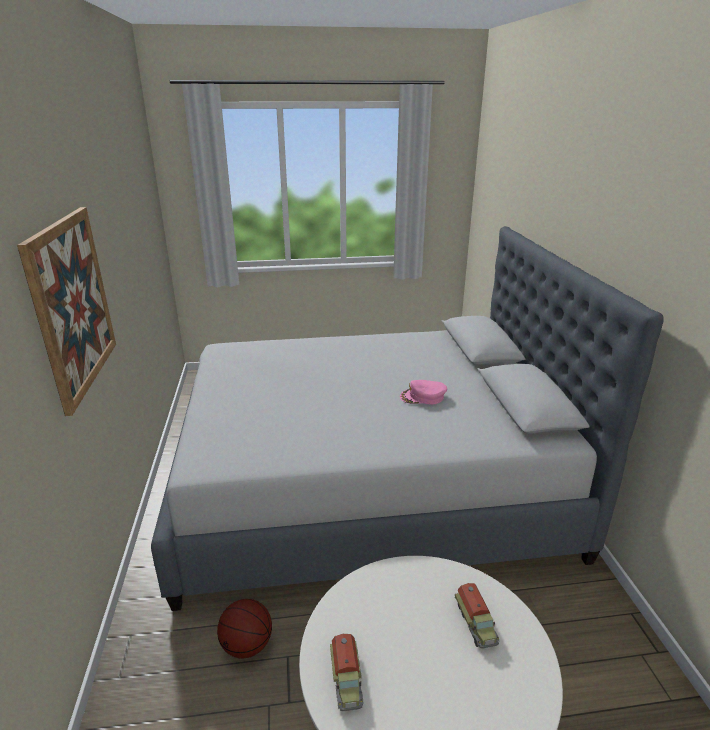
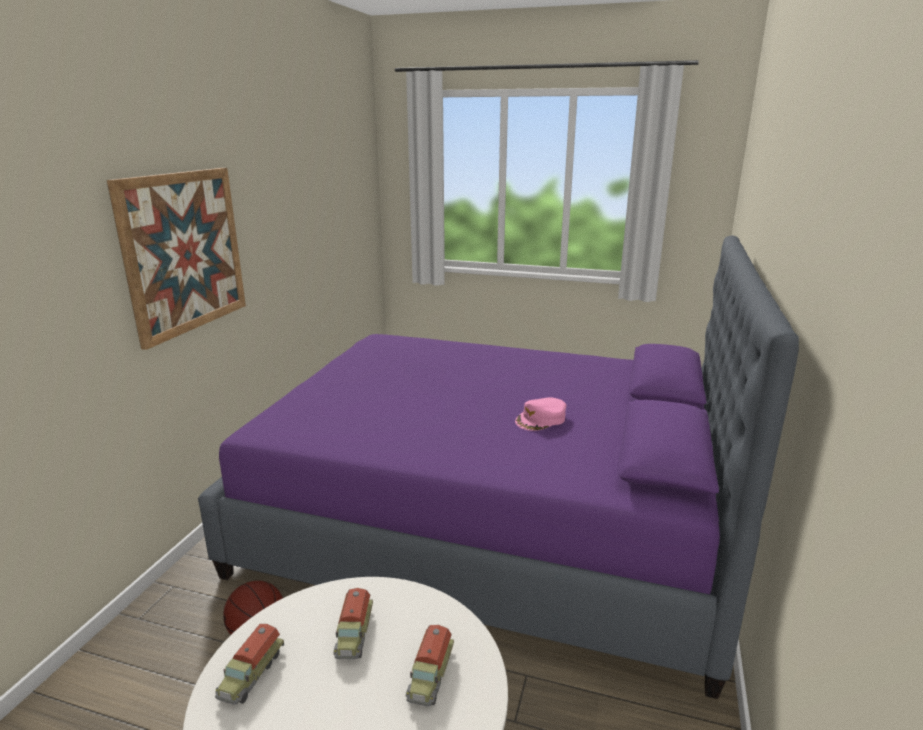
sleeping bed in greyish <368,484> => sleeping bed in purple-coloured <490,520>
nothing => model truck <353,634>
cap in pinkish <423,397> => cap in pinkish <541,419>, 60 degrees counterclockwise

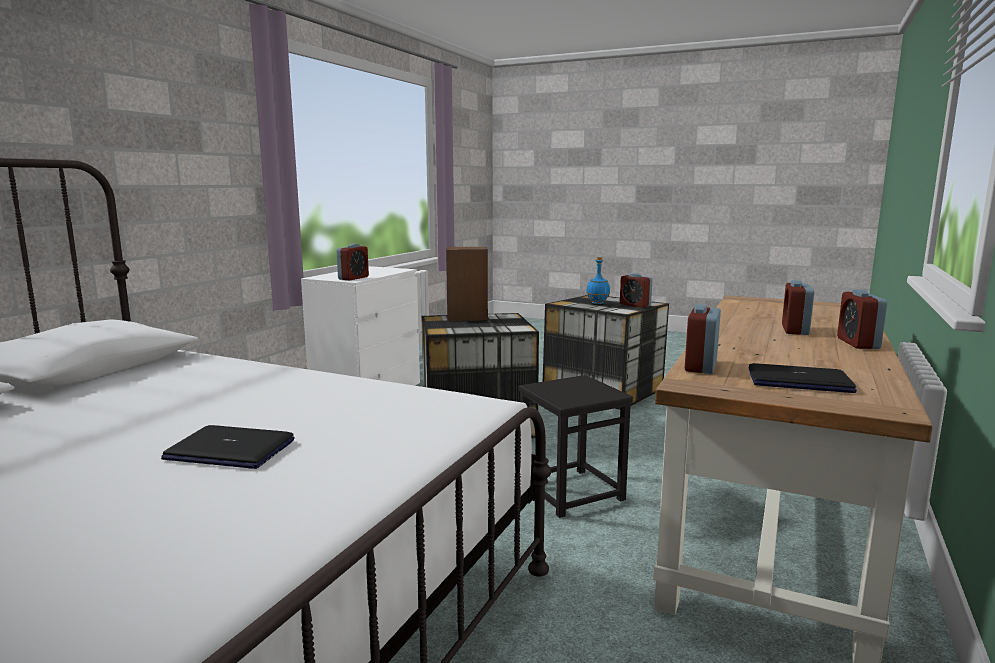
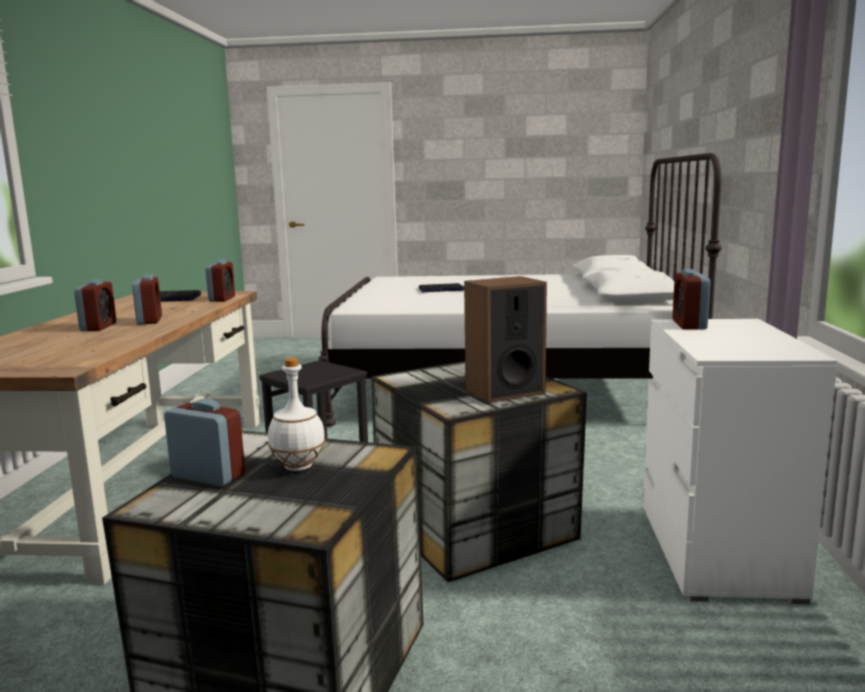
bedside clock <858,343> => bedside clock <149,320>, moved
drink bottle in blue <598,303> => drink bottle in white-coloured <297,467>

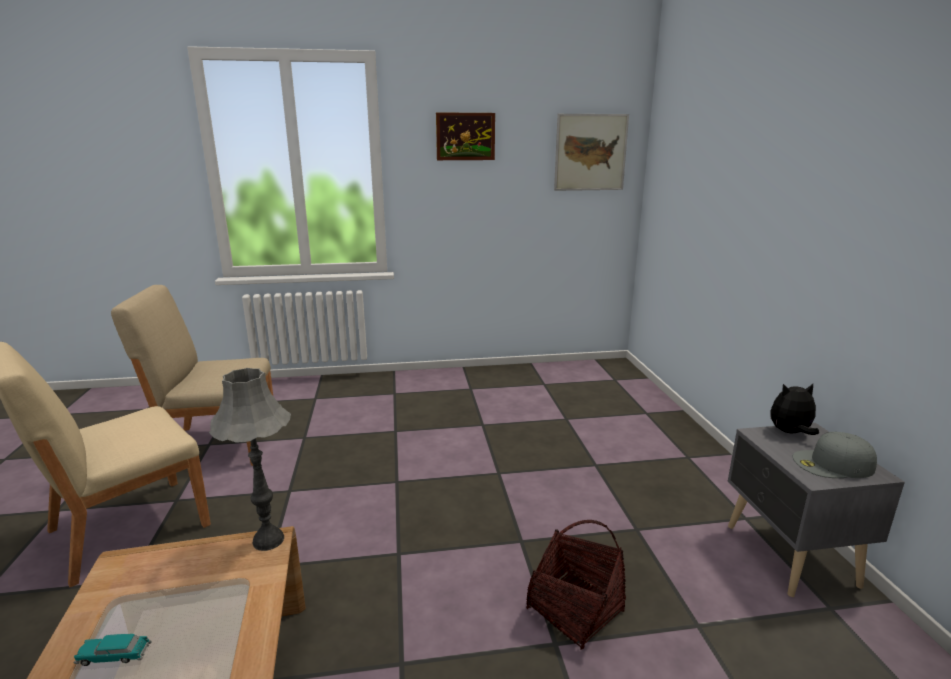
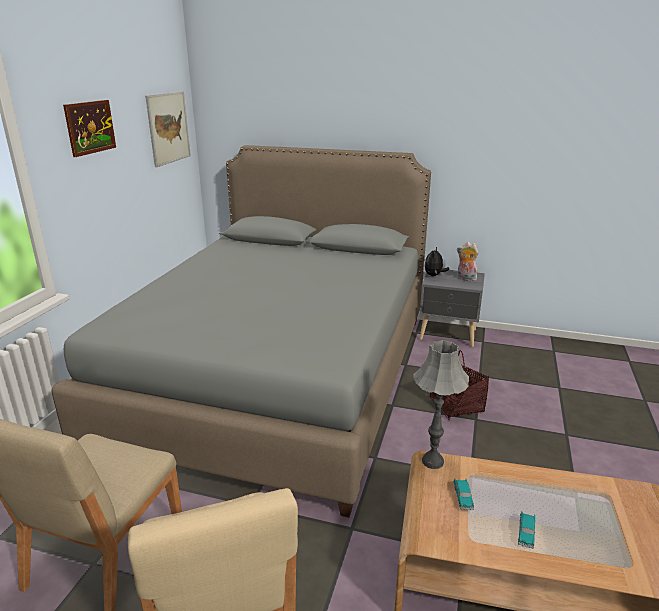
nothing => sleeping bed in greyish <279,375>
nothing => toy car <463,497>
cap in greyish <833,464> => soft toy <465,279>

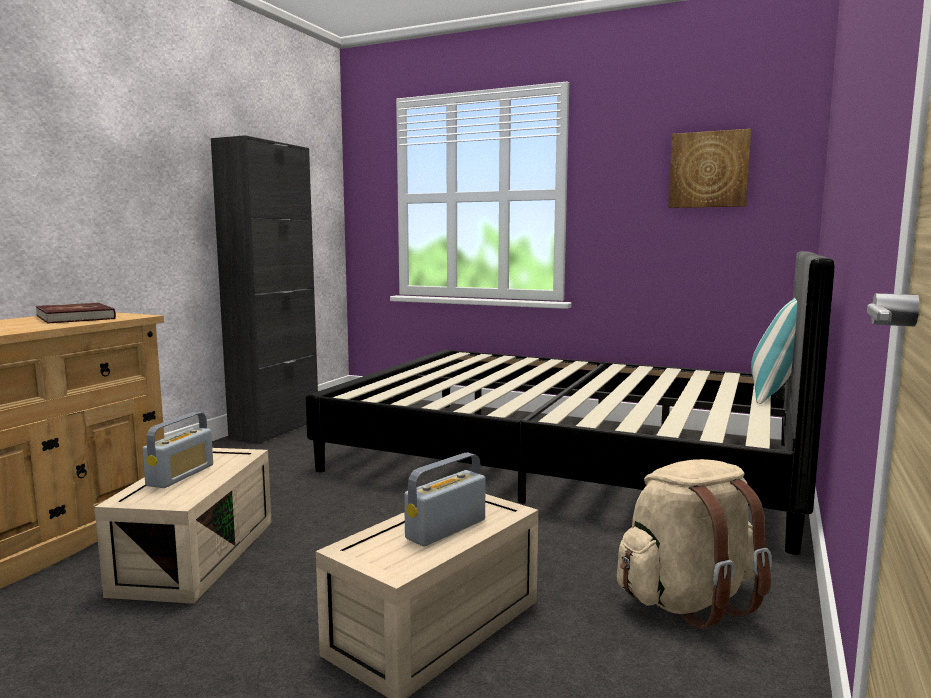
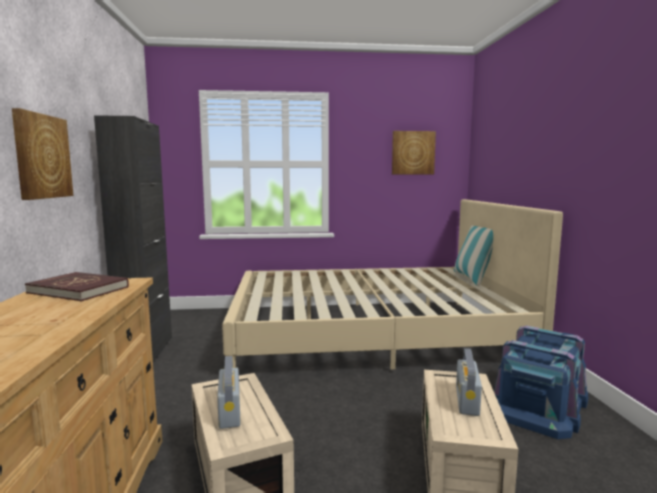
nothing => picture <41,156>
sleeping bed in blackish <568,458> => sleeping bed in beige <371,333>
backpack in beige <689,601> => storage box in blue <539,404>

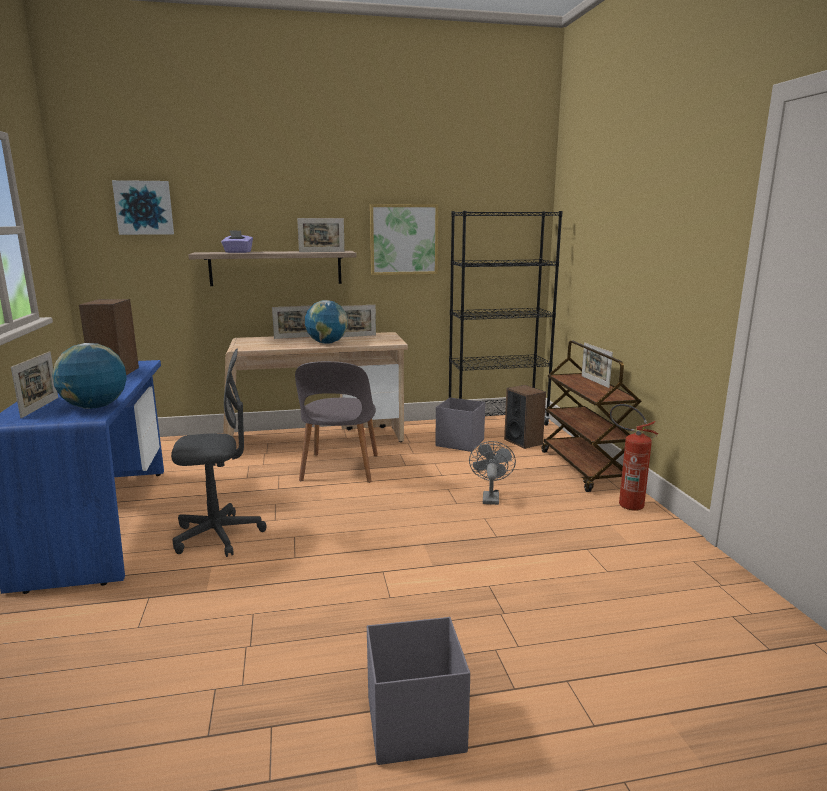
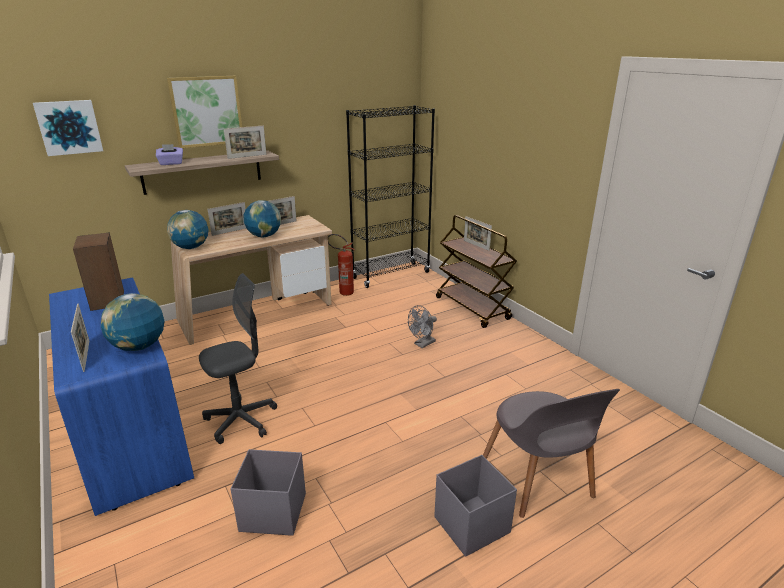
picture <403,239> => picture <207,111>, moved
nothing => desk globe <191,247>
storage box in greyish <459,443> => storage box in greyish <272,512>, moved
extinguisher <624,504> => extinguisher <343,292>, moved
electric fan in greyish <490,497> => electric fan in greyish <422,344>, 120 degrees counterclockwise
chair in greyish <339,469> => chair in greyish <538,480>, moved
loudspeaker <523,441> => nothing

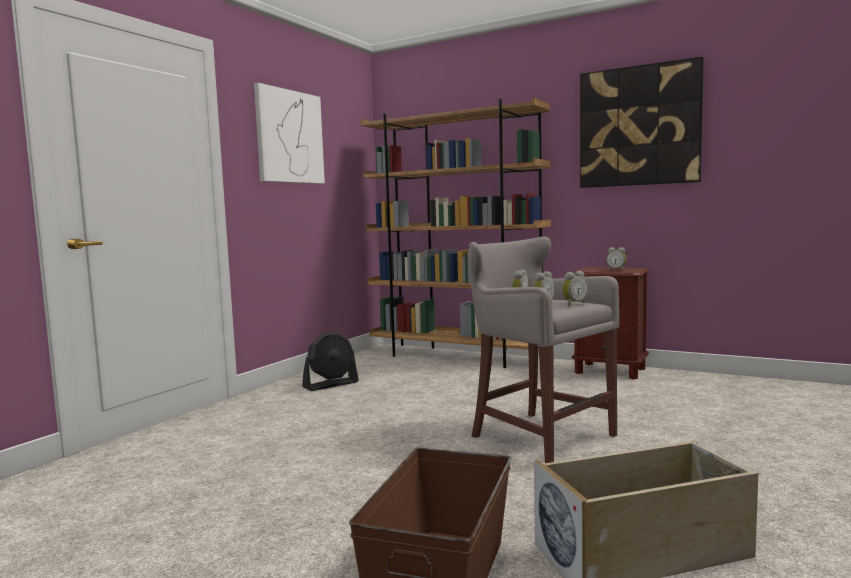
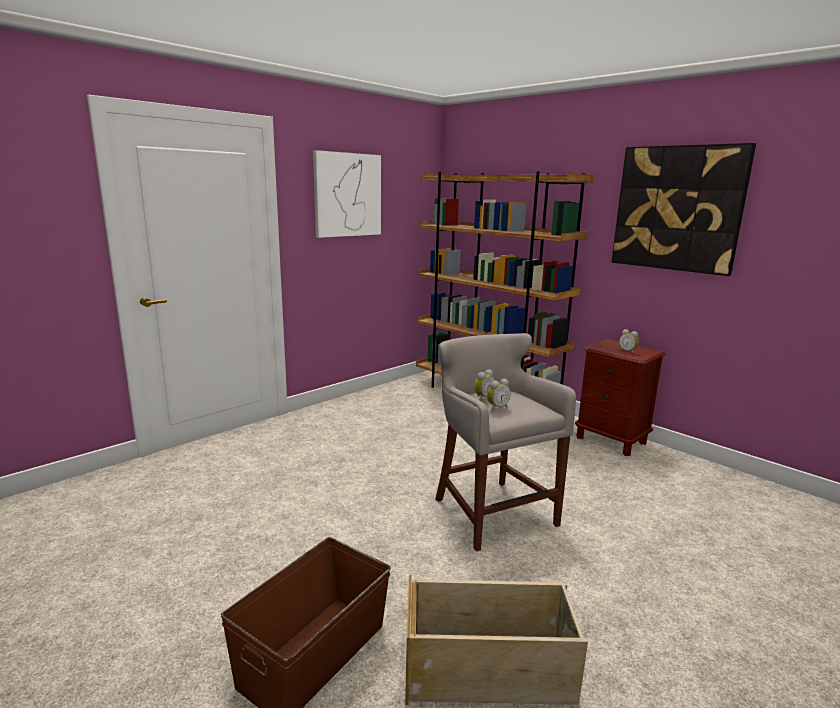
electric fan in blackish <331,384> => nothing
bedside clock <573,304> => nothing

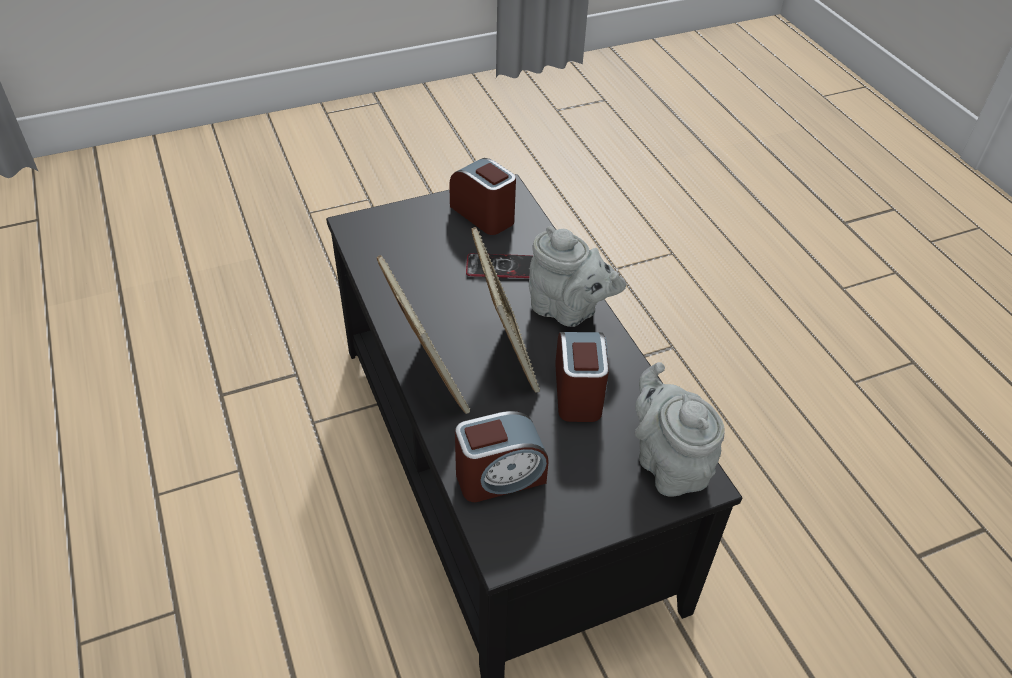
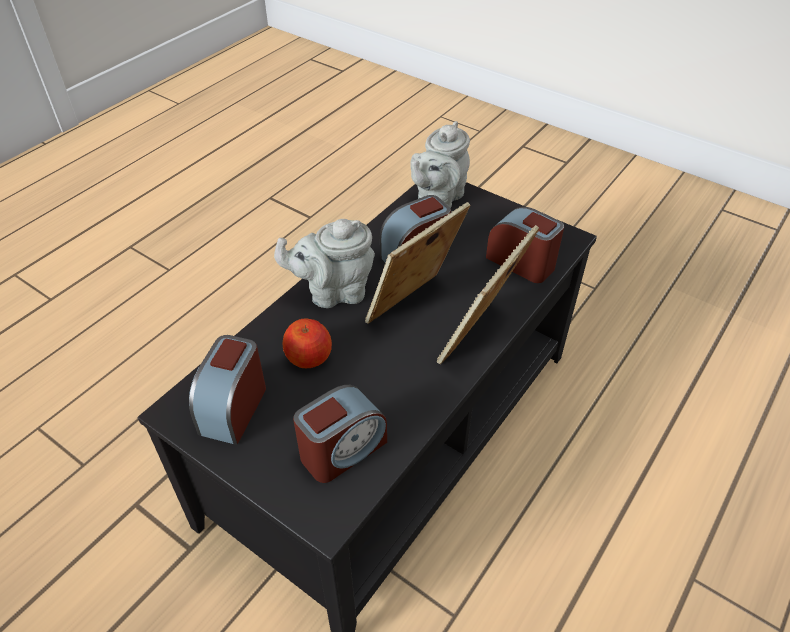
tea pot in greyish <568,310> => tea pot in greyish <333,292>, 105 degrees counterclockwise
telephone <500,267> => apple <309,357>
nothing => bedside clock <342,450>

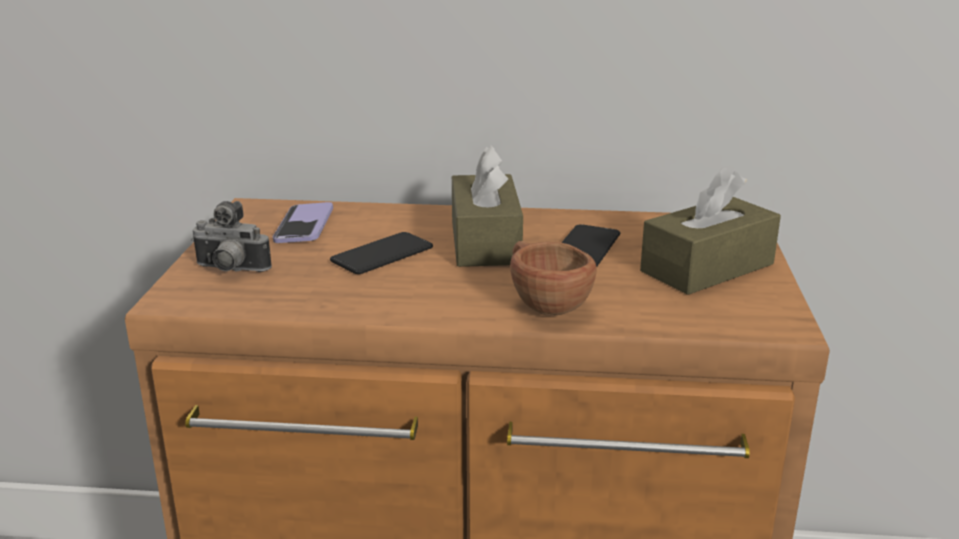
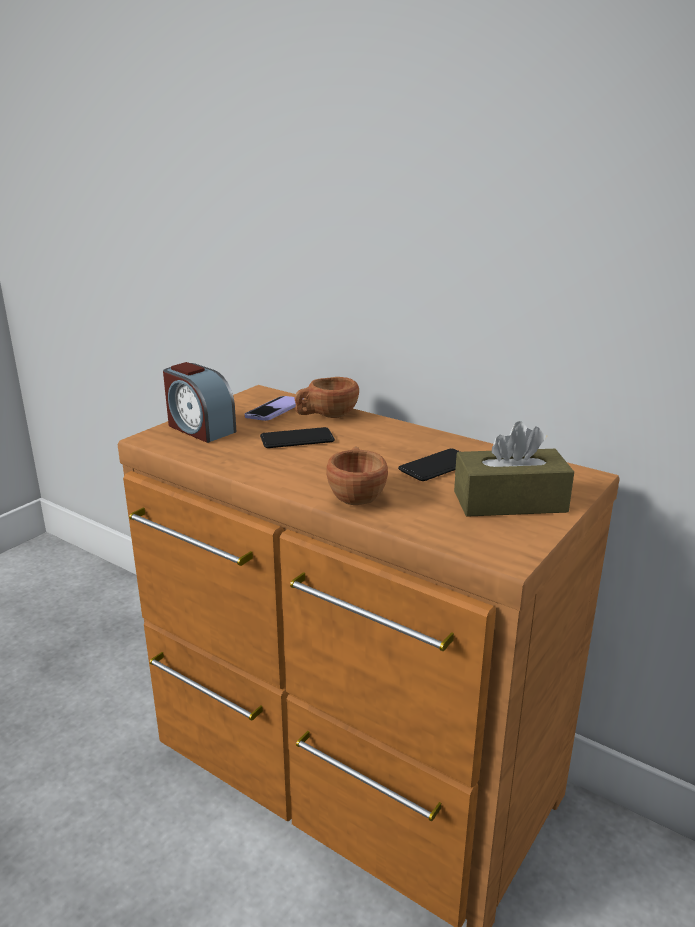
photo camera <230,270> => bedside clock <200,428>
nothing => drinking cup in brown-coloured <326,416>
tissue box in brown-coloured <485,242> => nothing

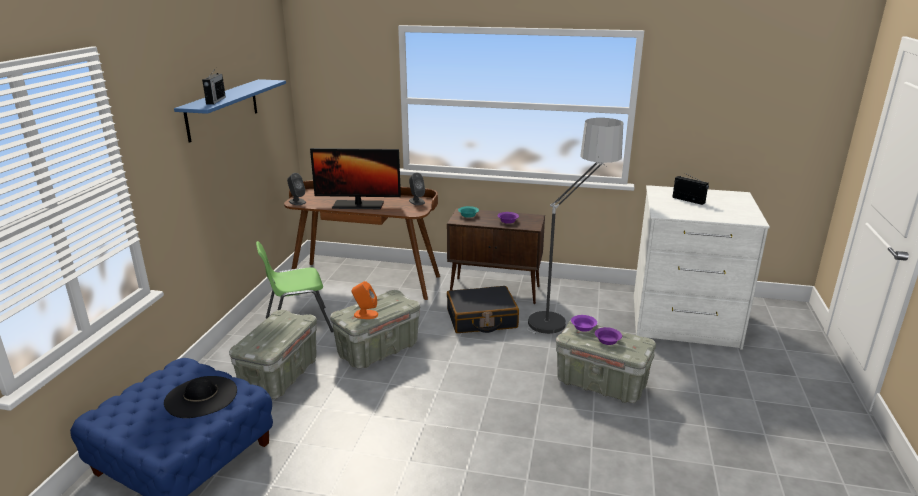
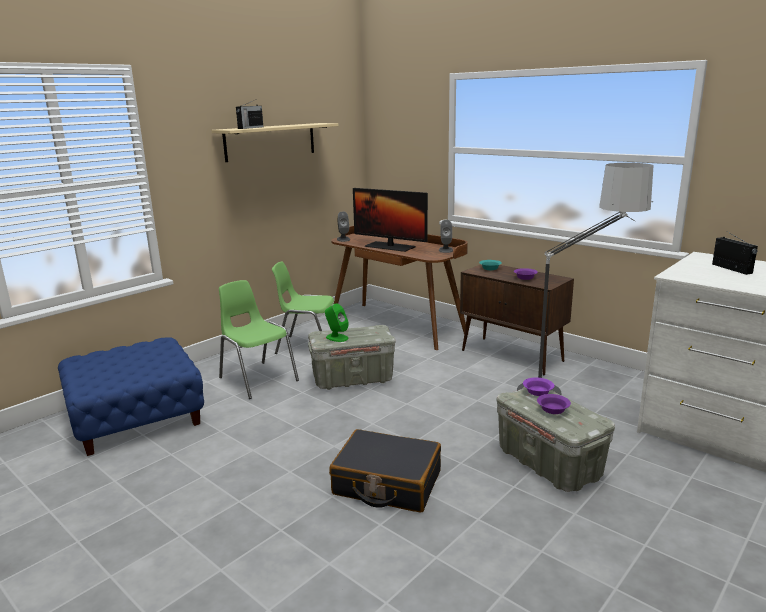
shelf in blue <222,109> => shelf in beige <270,141>
storage box in greyish <280,375> => chair in greenish <257,379>
loudspeaker in orange <365,314> => loudspeaker in greenish <336,337>
piece of luggage in blackish <481,319> => piece of luggage in blackish <387,483>, moved
clothing hat in blackish <201,396> => nothing

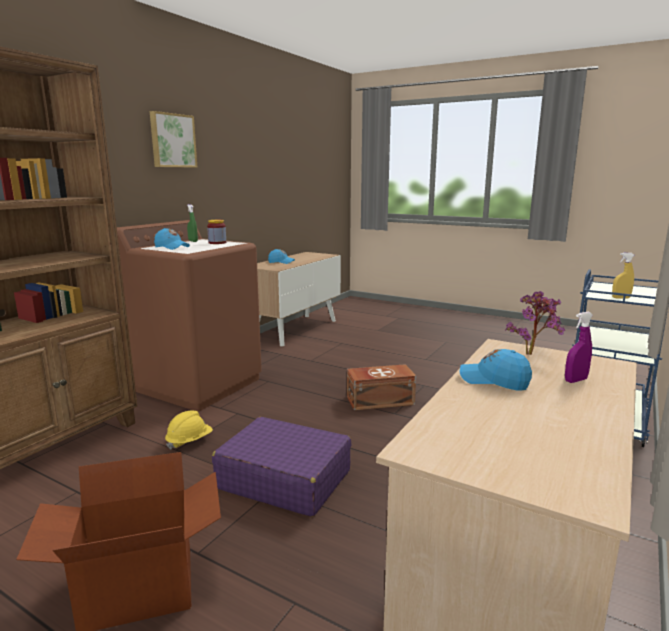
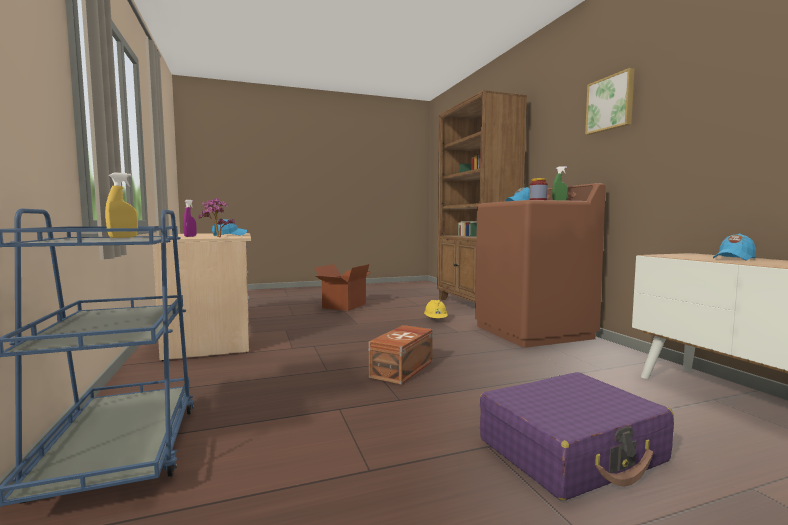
piece of luggage in purple-coloured <284,479> => piece of luggage in purple-coloured <571,451>, moved

